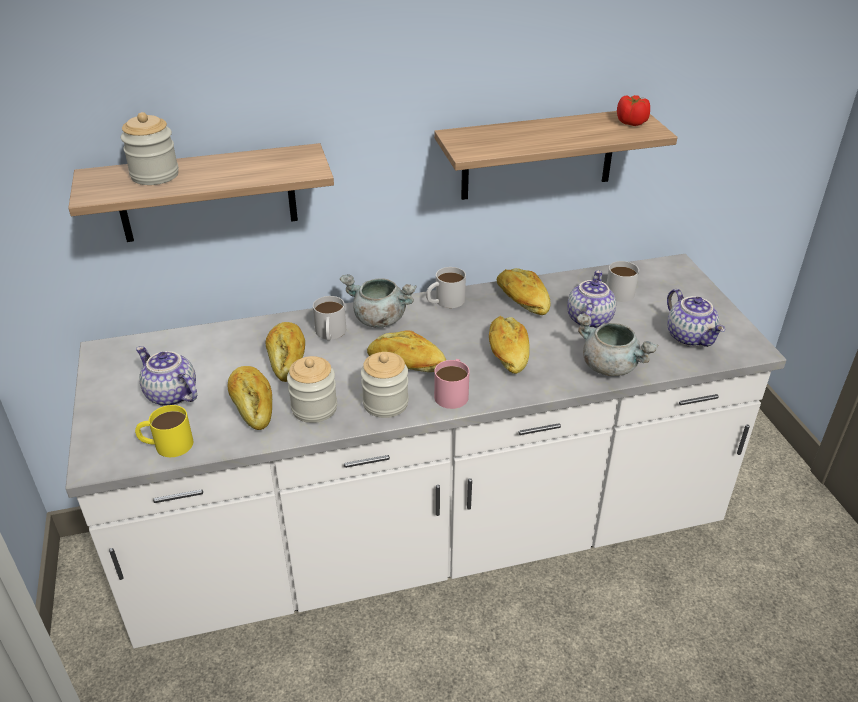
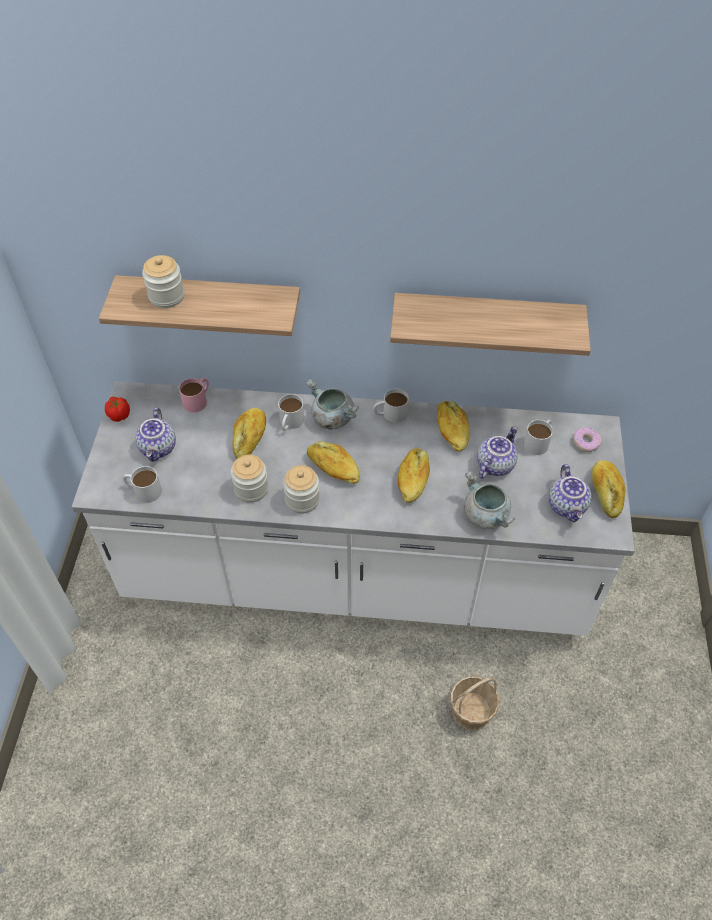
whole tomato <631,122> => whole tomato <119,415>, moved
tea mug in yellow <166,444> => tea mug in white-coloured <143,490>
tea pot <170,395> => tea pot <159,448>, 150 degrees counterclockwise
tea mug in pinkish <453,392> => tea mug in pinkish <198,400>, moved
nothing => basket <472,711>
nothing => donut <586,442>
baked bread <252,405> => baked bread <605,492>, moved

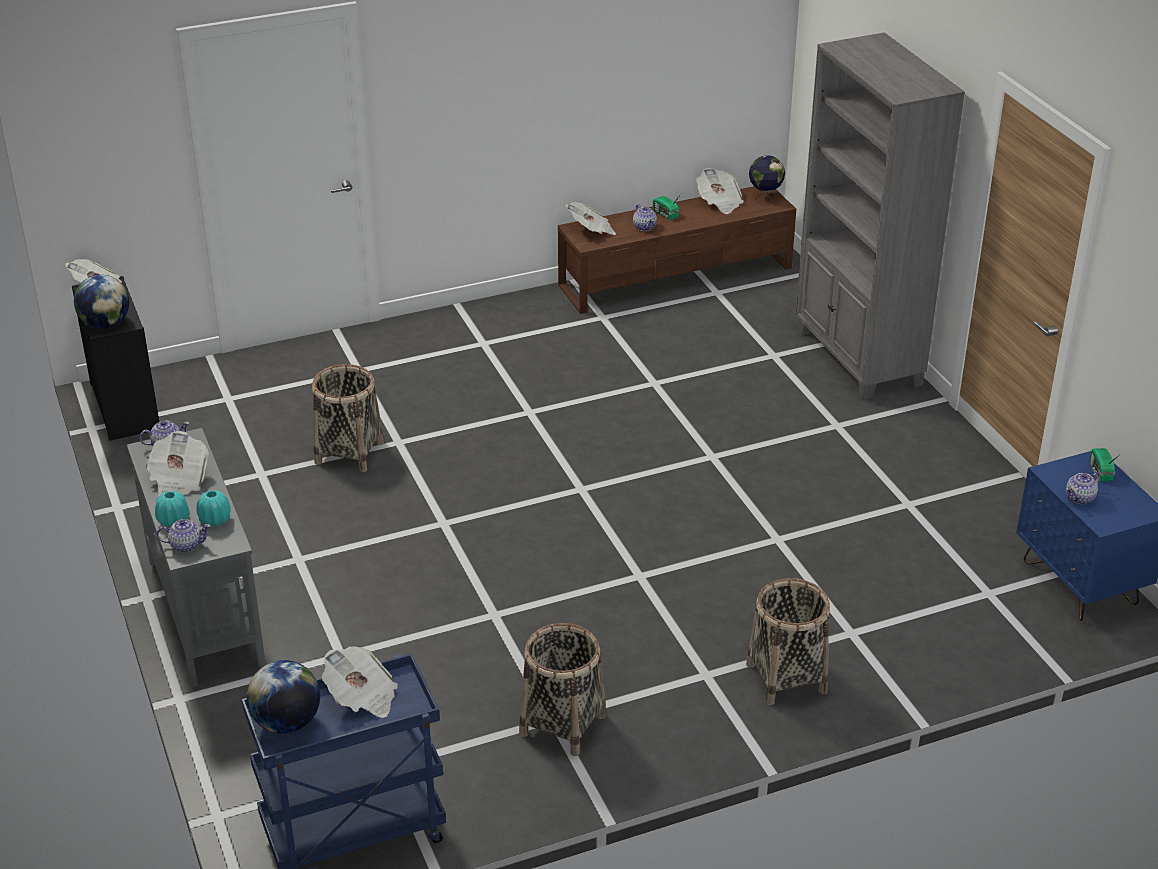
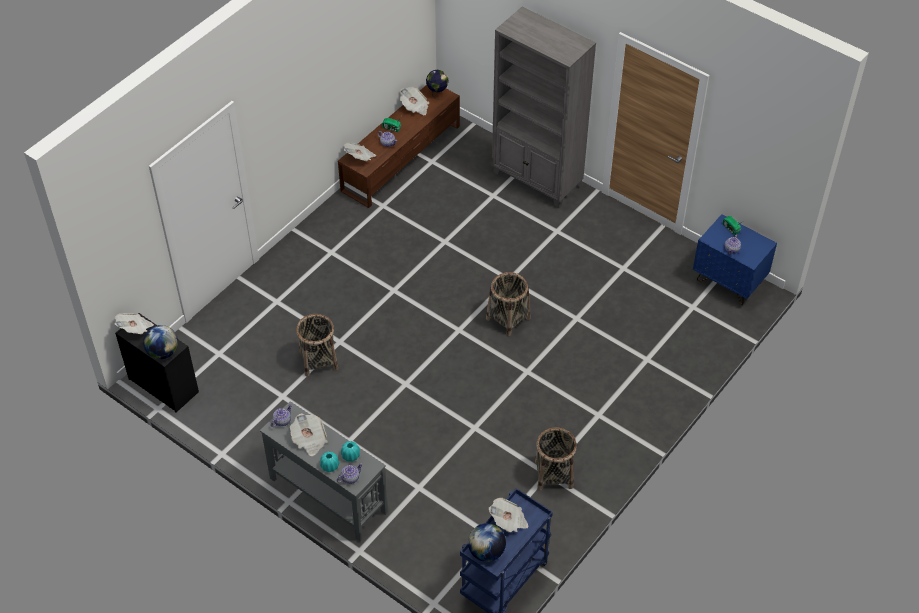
basket <786,678> => basket <508,318>, moved

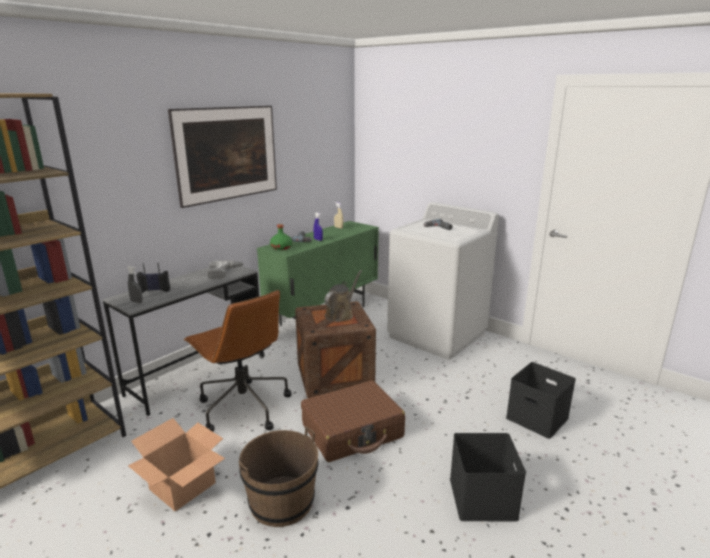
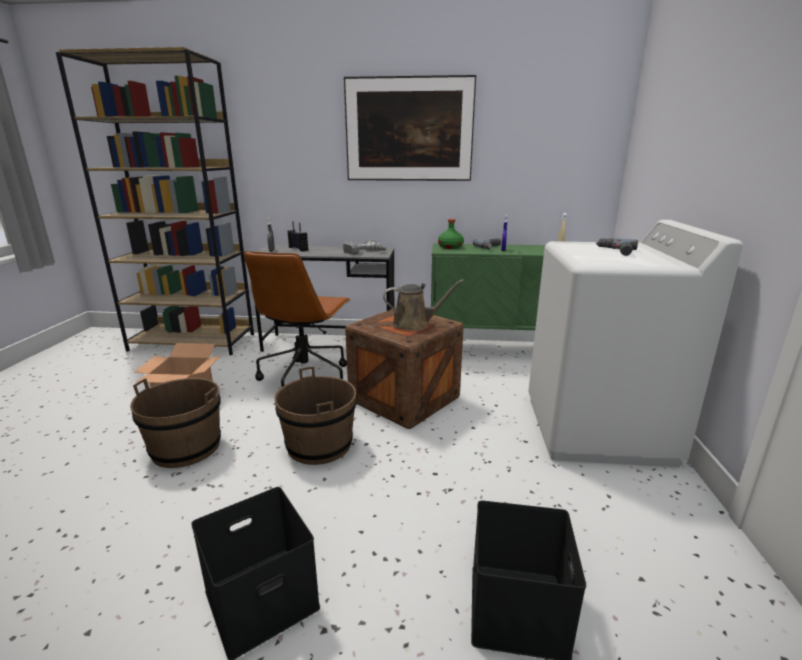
piece of luggage in brown-coloured <352,431> => bucket in brown-coloured <319,445>

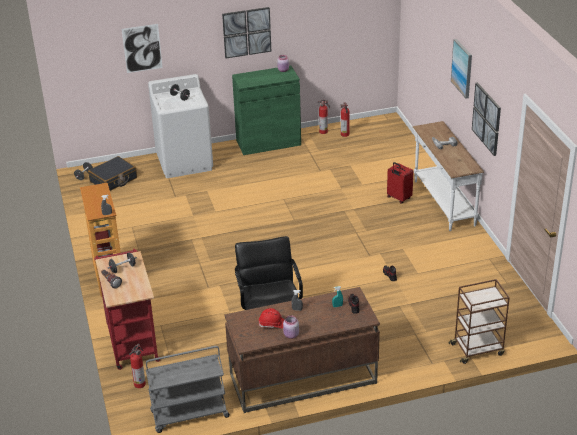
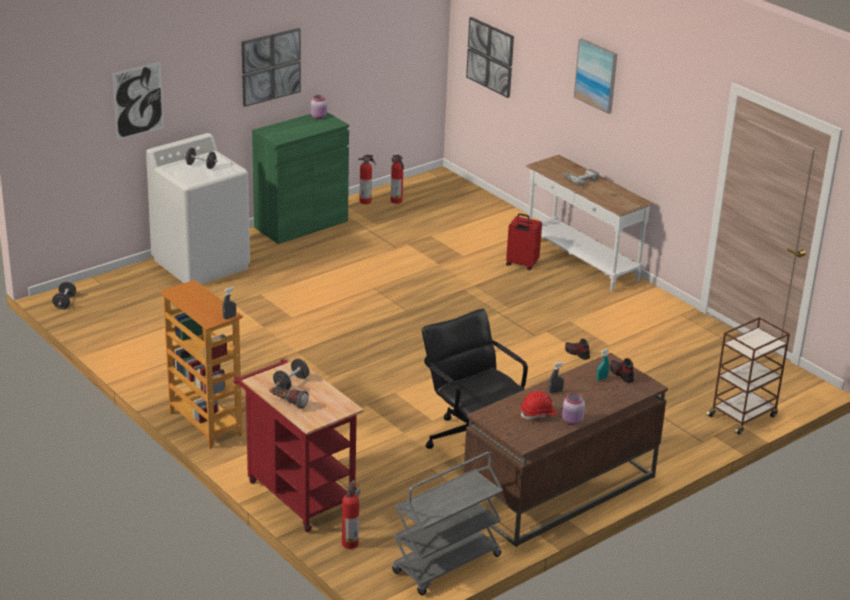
picture <486,118> => picture <490,56>, moved
piece of luggage in blackish <113,180> => nothing

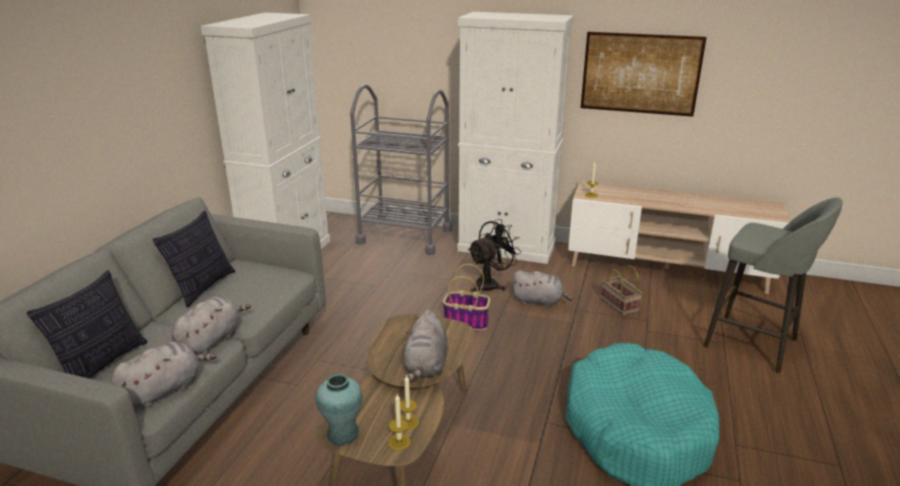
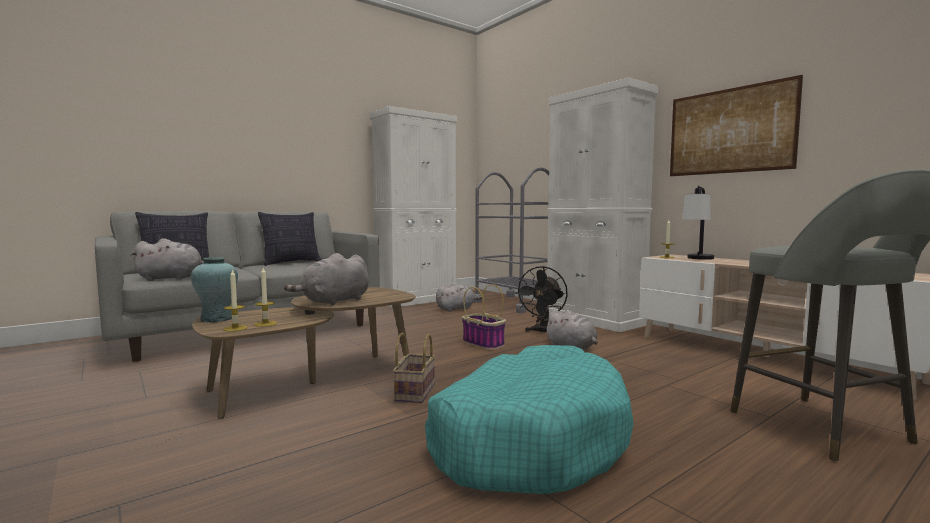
basket <618,305> => basket <414,391>, moved
soft toy in greyish <211,340> => soft toy in greyish <456,309>, moved
electric fan in blackish <491,284> => electric fan in blackish <542,332>, 120 degrees clockwise
nothing => tabletop lamp <697,259>

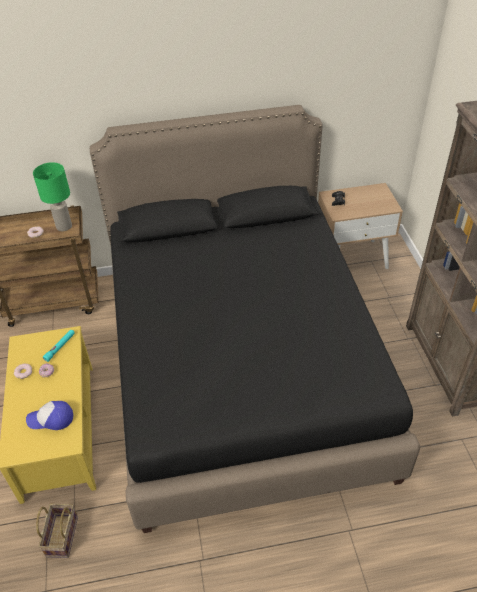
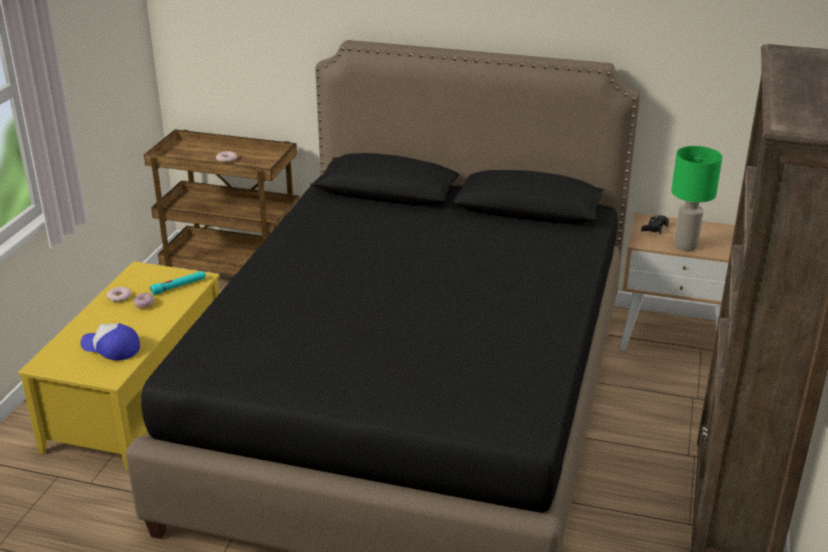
tabletop lamp in greenish <63,227> => tabletop lamp in greenish <685,246>, moved
basket <61,535> => nothing

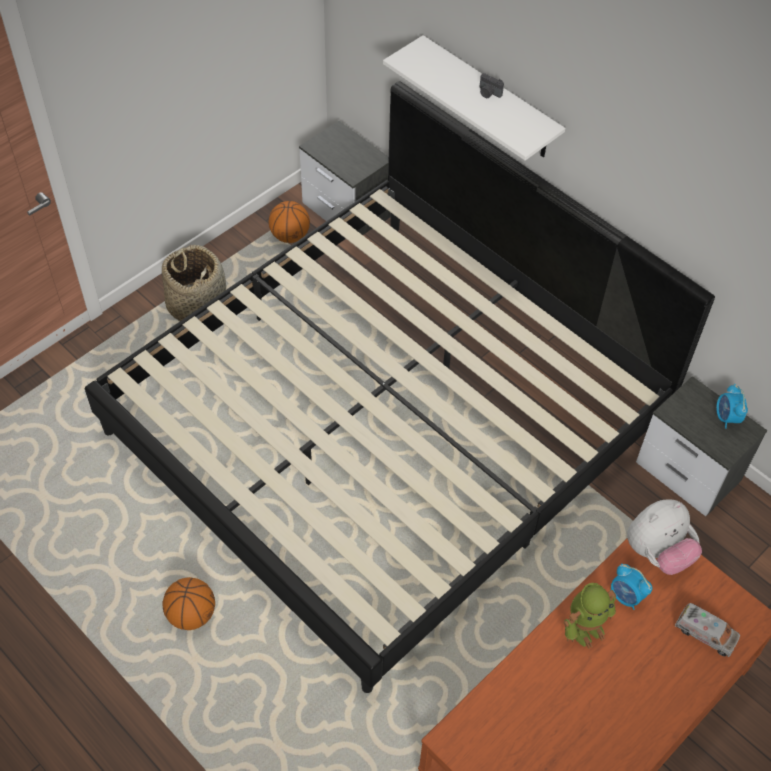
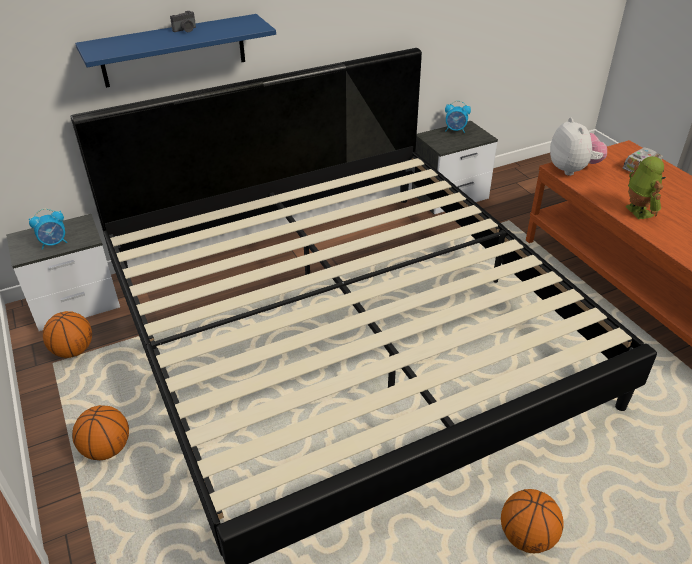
bedside clock <626,596> => bedside clock <54,243>, moved
basket <197,305> => basketball <107,449>
shelf in white-coloured <489,99> => shelf in blue <173,51>

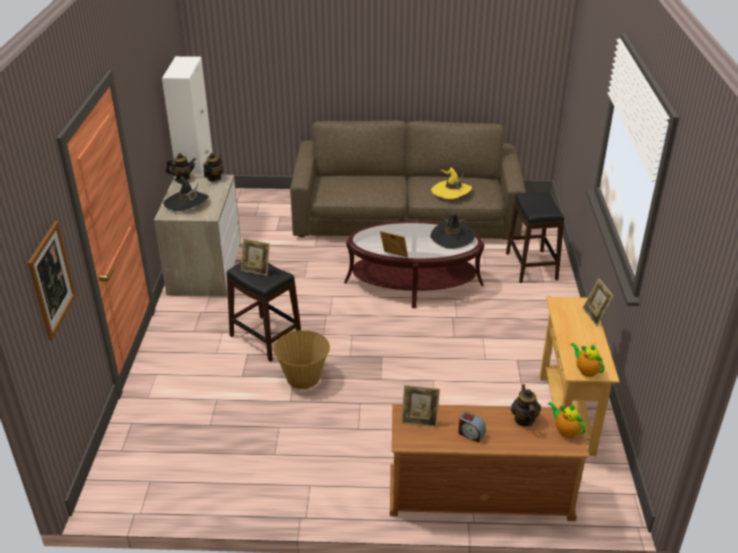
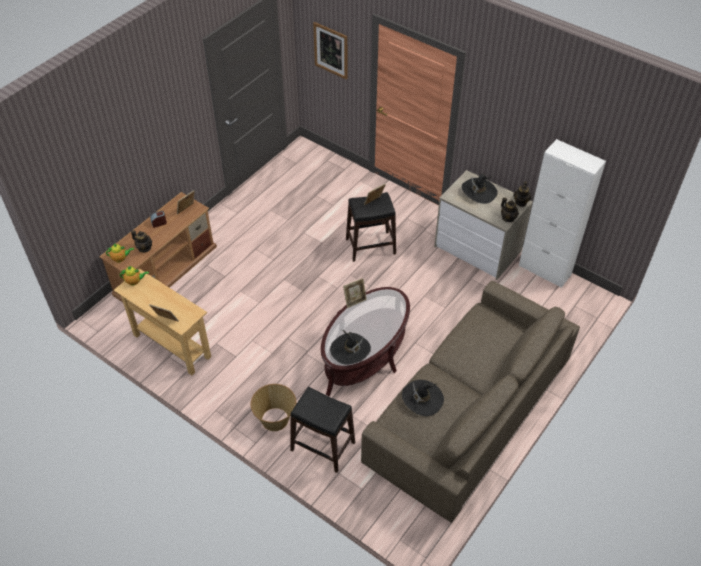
basket <303,377> => basket <275,419>, moved
clothing hat in yellow <451,191> => clothing hat in blackish <422,398>

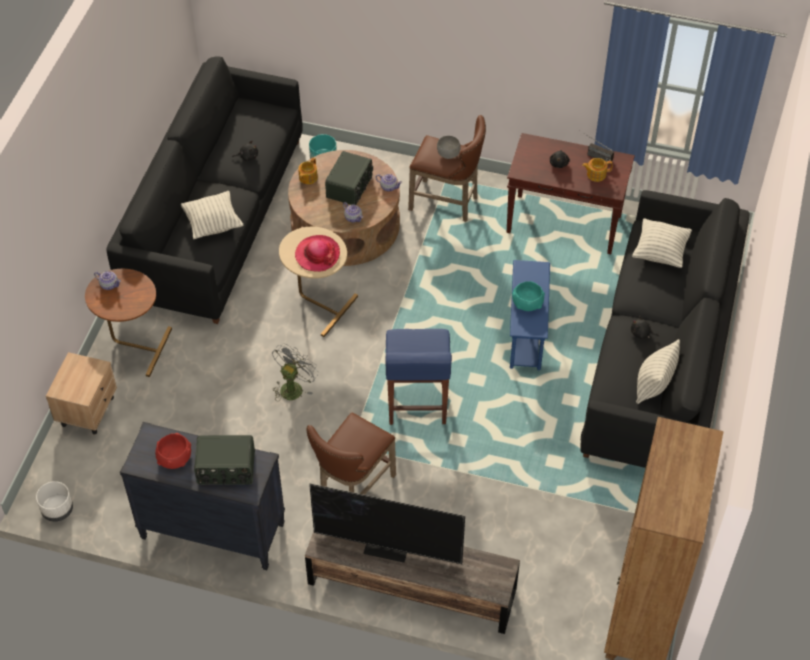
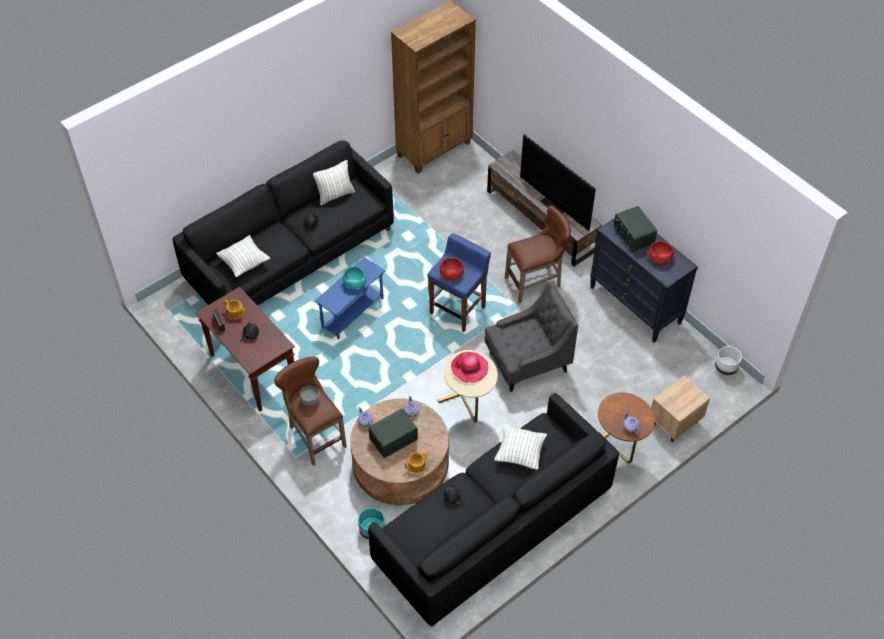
nothing => deep dish in red <451,273>
electric fan in greyish <293,387> => easy chair in greyish <527,363>
radio receiver <226,469> => radio receiver <633,236>, 150 degrees counterclockwise

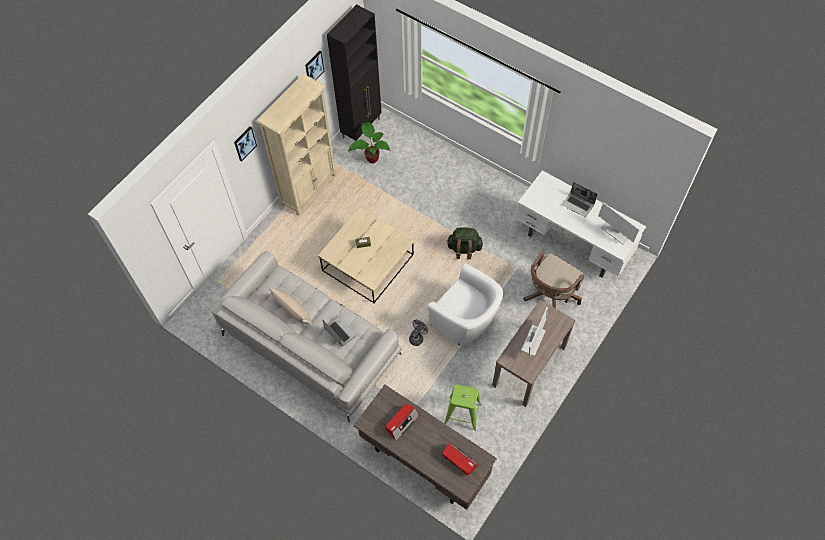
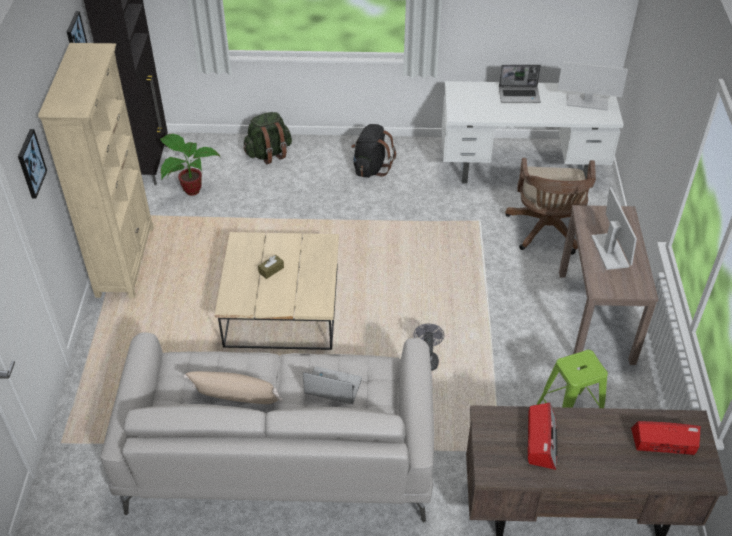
backpack in greenish <464,249> => backpack in greenish <269,153>, moved
nothing => backpack in blackish <371,168>
easy chair in white-coloured <466,321> => nothing

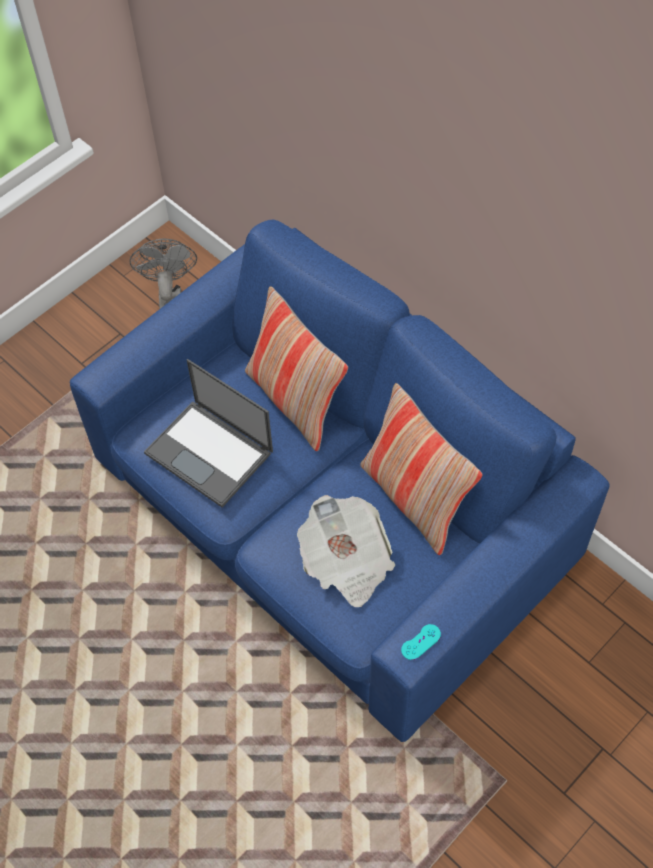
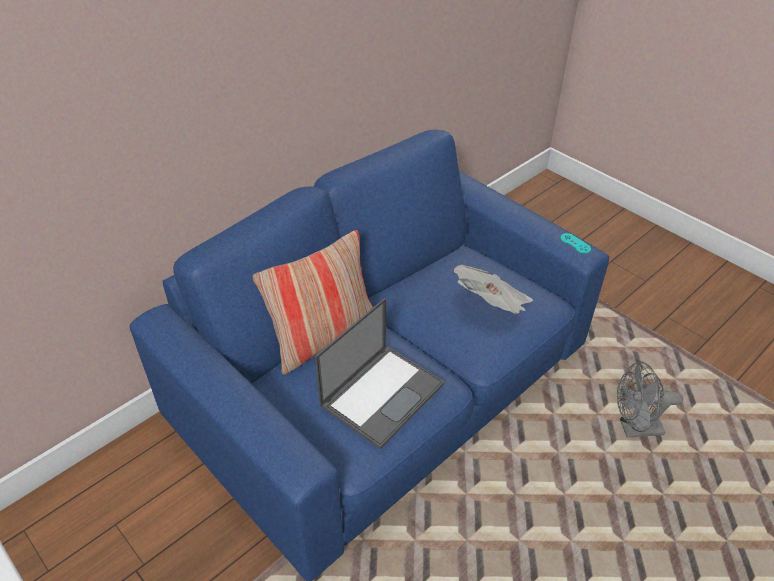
electric fan in greyish <170,299> => electric fan in greyish <634,429>, moved
throw pillow <414,499> => nothing

